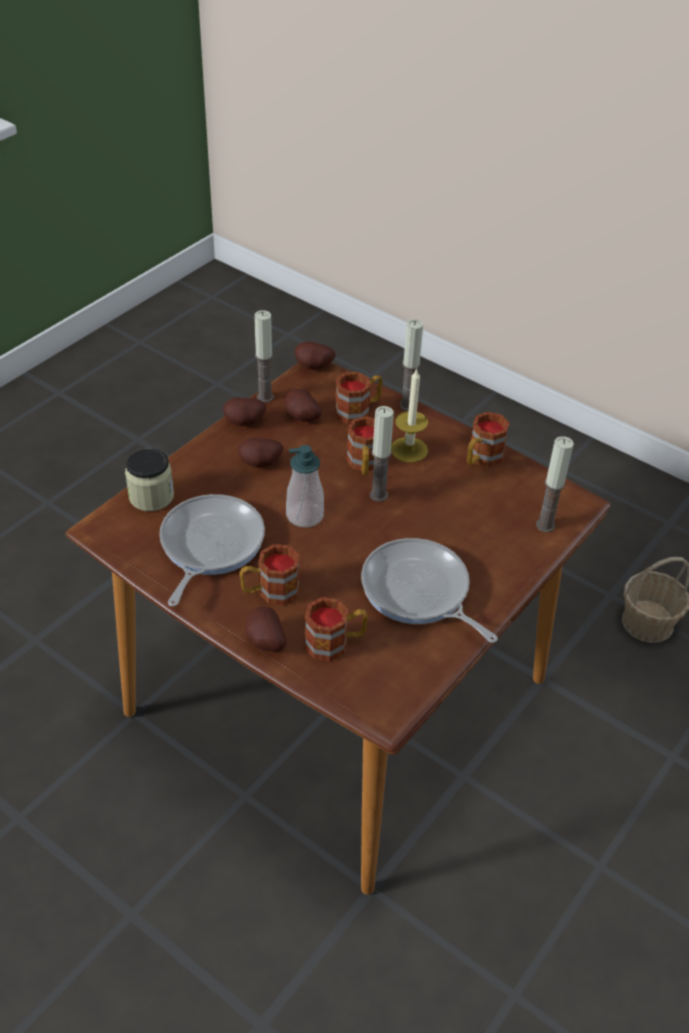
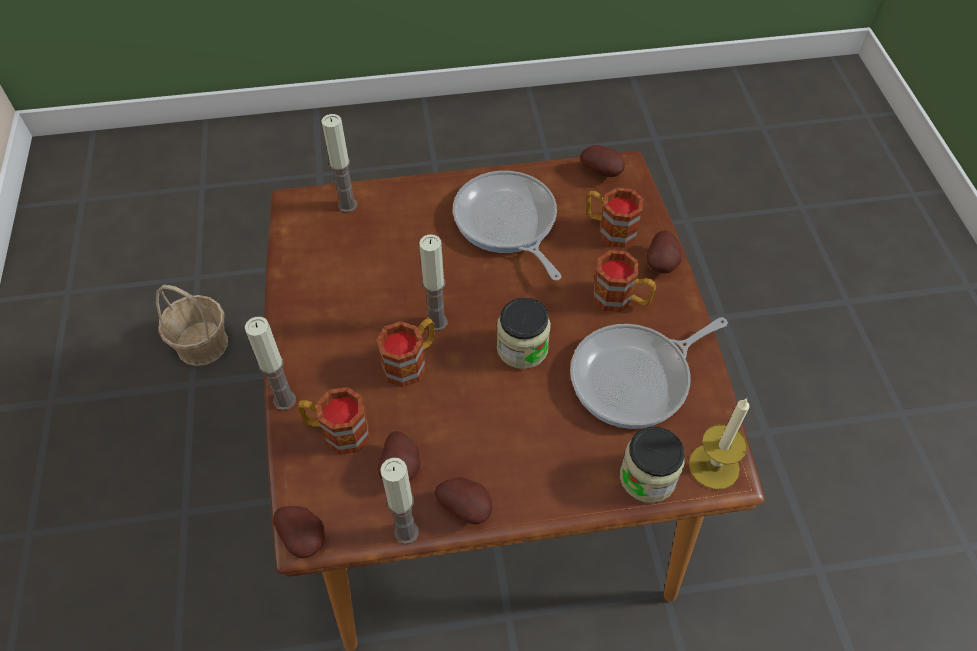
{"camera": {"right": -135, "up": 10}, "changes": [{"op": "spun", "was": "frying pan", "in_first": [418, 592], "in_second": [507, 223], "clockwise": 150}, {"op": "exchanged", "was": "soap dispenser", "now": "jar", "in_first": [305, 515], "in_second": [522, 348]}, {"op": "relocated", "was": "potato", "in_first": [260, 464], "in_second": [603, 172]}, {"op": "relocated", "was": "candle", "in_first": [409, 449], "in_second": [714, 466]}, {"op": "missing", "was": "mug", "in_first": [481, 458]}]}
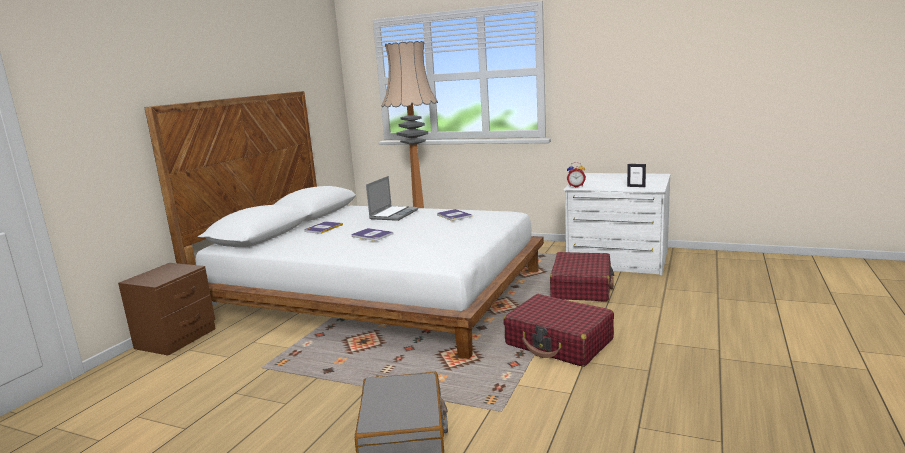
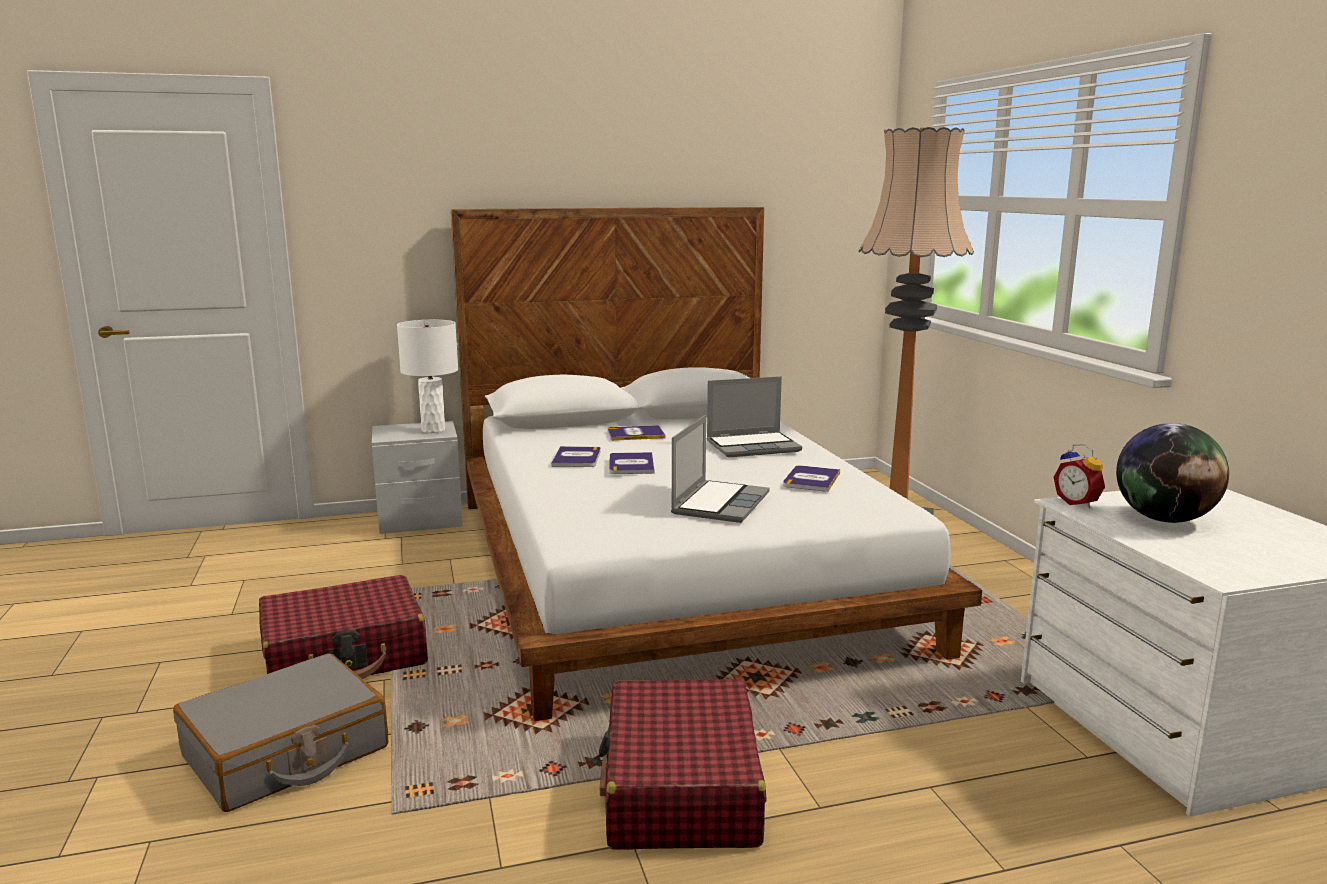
{"camera": {"right": 50, "up": 0}, "changes": [{"op": "relocated", "was": "suitcase (red)", "in_first": [581, 287], "in_second": [345, 655]}, {"op": "colour", "was": "nightstand (brown)", "now": "nightstand (grey)", "in_first": [176, 339], "in_second": [420, 520]}, {"op": "appeared", "now": "table lamp (white)", "in_second": [433, 430]}, {"op": "appeared", "now": "book", "in_second": [577, 458]}, {"op": "appeared", "now": "laptop", "in_second": [719, 503]}, {"op": "appeared", "now": "globe", "in_second": [1164, 519]}, {"op": "missing", "was": "picture frame", "in_first": [636, 186]}]}
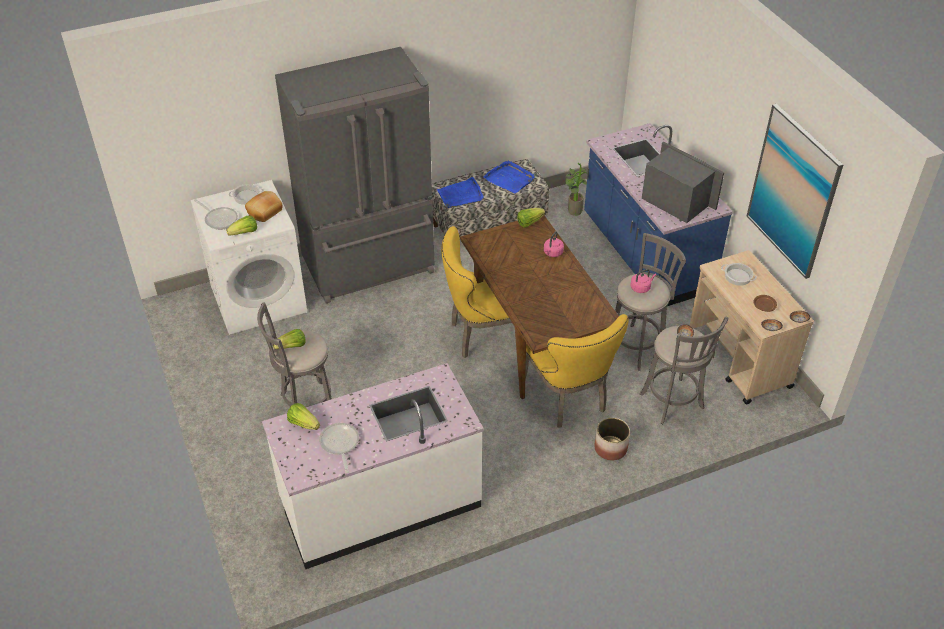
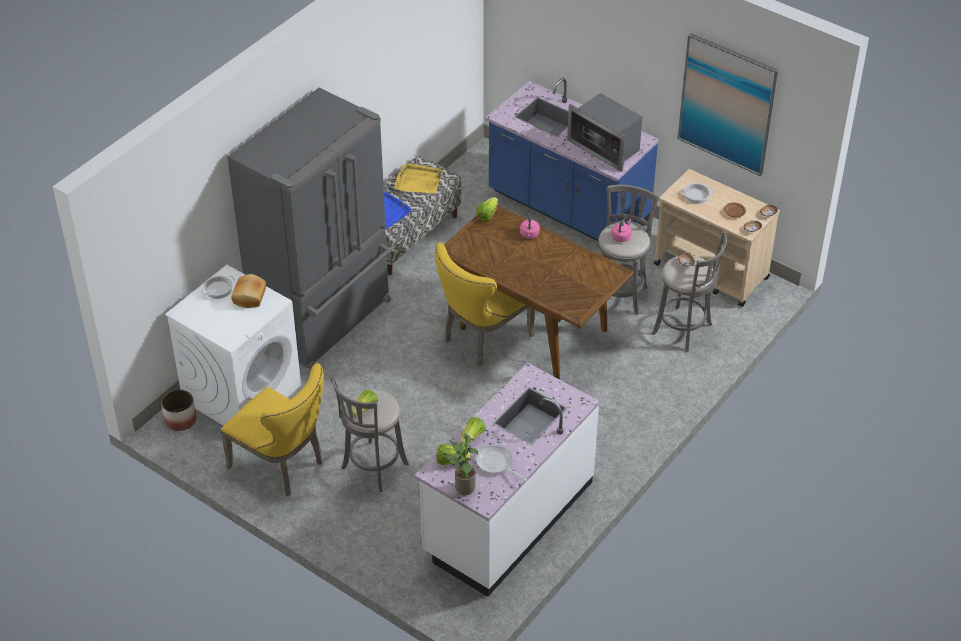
{"camera": {"right": -30, "up": 0}, "changes": [{"op": "relocated", "was": "planter", "in_first": [610, 448], "in_second": [180, 420]}, {"op": "relocated", "was": "chair (yellow)", "in_first": [568, 398], "in_second": [282, 465]}, {"op": "colour", "was": "tray (blue)", "now": "tray (yellow)", "in_first": [509, 179], "in_second": [418, 181]}, {"op": "relocated", "was": "potted plant", "in_first": [573, 210], "in_second": [462, 487]}, {"op": "relocated", "was": "lettuce", "in_first": [244, 233], "in_second": [472, 438]}, {"op": "spun", "was": "microwave", "in_first": [675, 201], "in_second": [606, 147], "clockwise": -150}, {"op": "missing", "was": "frying pan", "in_first": [219, 219]}]}
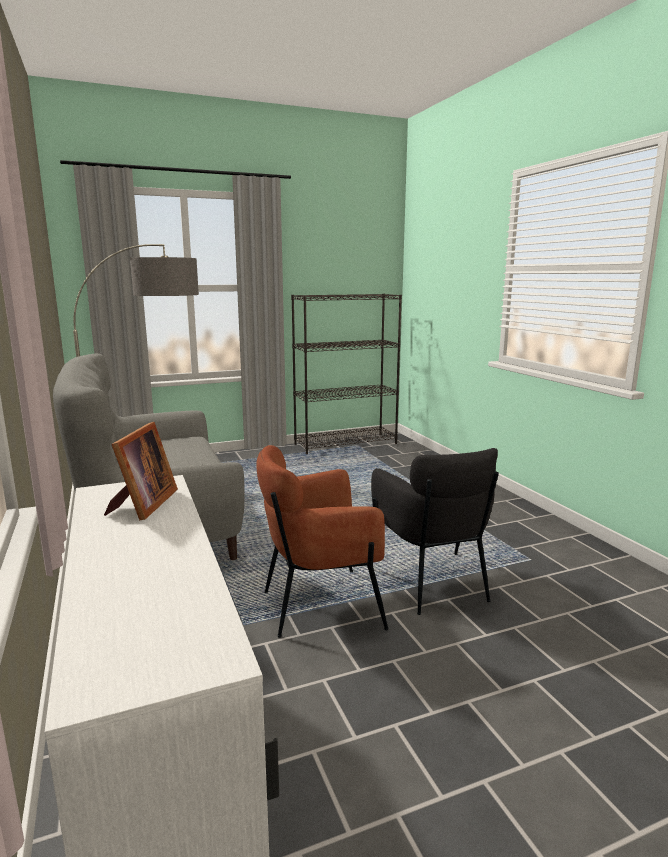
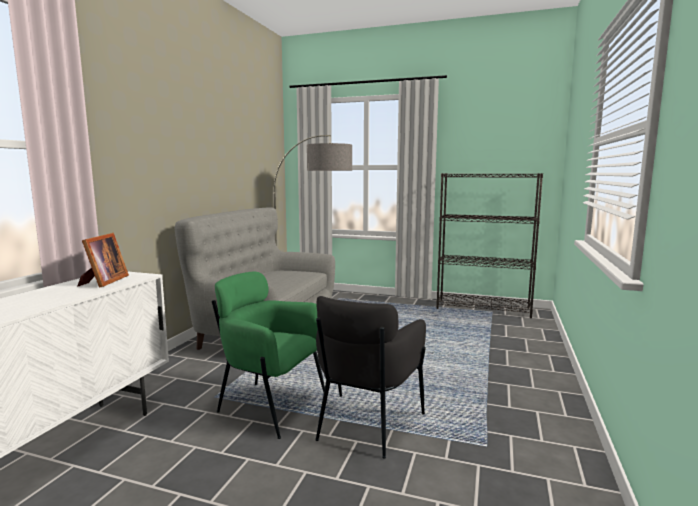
{"camera": {"right": 40, "up": -5}, "changes": [{"op": "spun", "was": "picture frame", "in_first": [142, 505], "in_second": [103, 282], "clockwise": -45}, {"op": "colour", "was": "armchair (brown)", "now": "armchair (green)", "in_first": [321, 605], "in_second": [270, 405]}]}
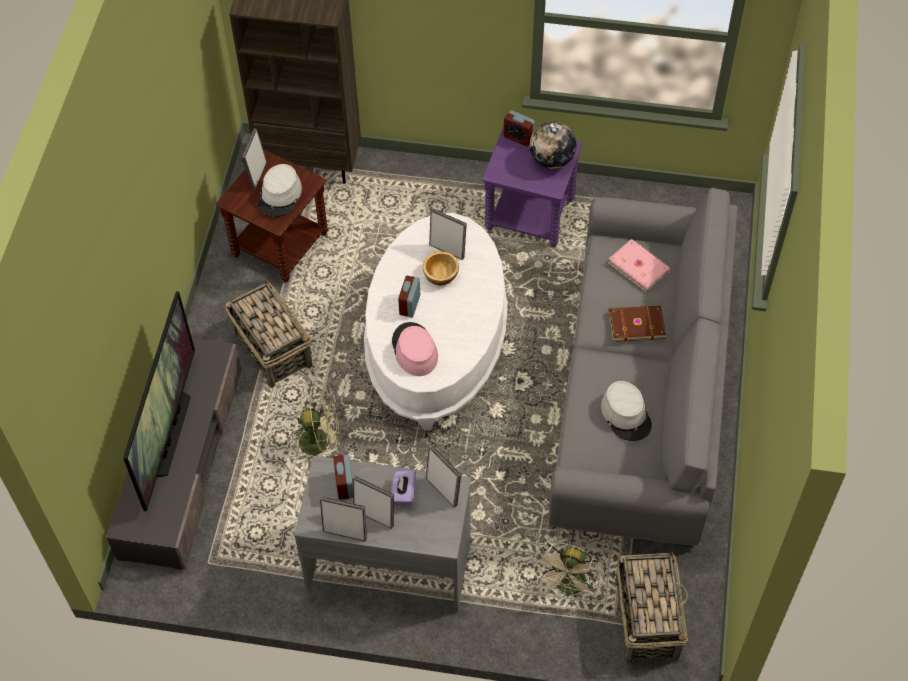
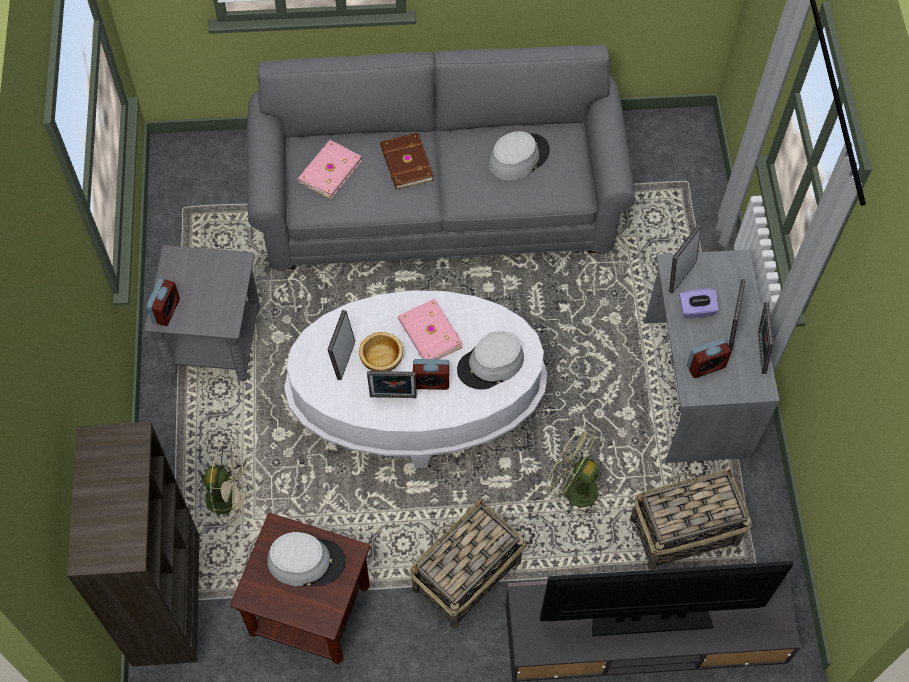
{"camera": {"right": -105, "up": 5}, "changes": [{"op": "colour", "was": "side table (purple)", "now": "side table (grey)", "in_first": [530, 214], "in_second": [214, 340]}, {"op": "relocated", "was": "fan (beige)", "in_first": [569, 587], "in_second": [231, 498]}, {"op": "relocated", "was": "picture frame", "in_first": [257, 175], "in_second": [393, 398]}, {"op": "appeared", "now": "book (pink)", "in_second": [429, 334]}, {"op": "colour", "was": "hat (pink)", "now": "hat (grey)", "in_first": [414, 350], "in_second": [490, 364]}, {"op": "spun", "was": "fan (green)", "in_first": [321, 440], "in_second": [573, 489], "clockwise": -45}, {"op": "relocated", "was": "basket", "in_first": [646, 619], "in_second": [682, 531]}, {"op": "missing", "was": "globe", "in_first": [551, 160]}]}
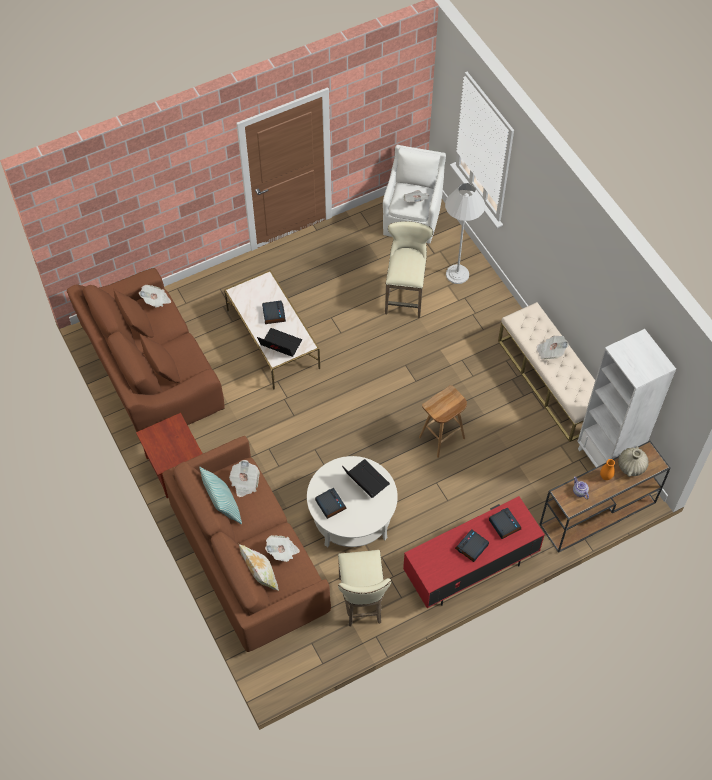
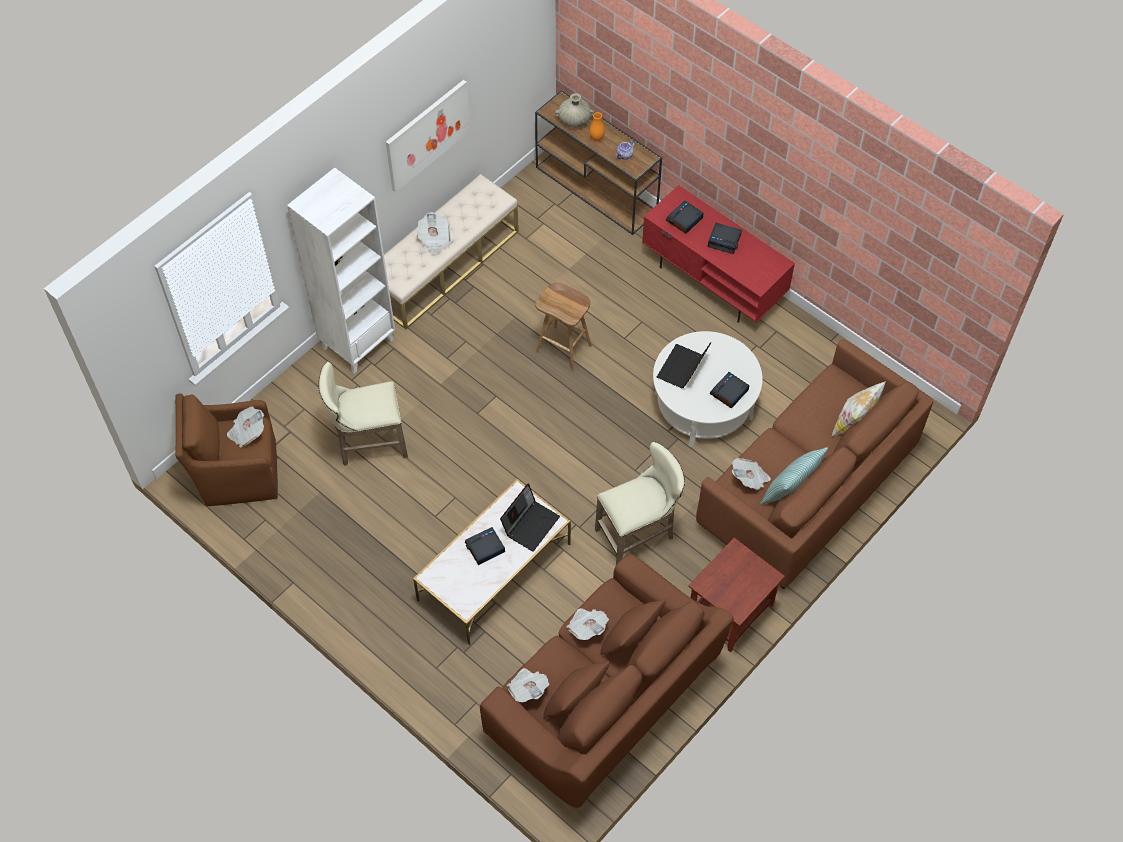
{"camera": {"right": -110, "up": 0}, "changes": [{"op": "colour", "was": "armchair (white)", "now": "armchair (brown)", "in_first": [412, 218], "in_second": [237, 473]}, {"op": "relocated", "was": "bookcase (white)", "in_first": [606, 459], "in_second": [358, 343]}, {"op": "appeared", "now": "picture", "in_second": [427, 135]}, {"op": "spun", "was": "laptop", "in_first": [279, 345], "in_second": [530, 524], "clockwise": -150}, {"op": "relocated", "was": "newspaper", "in_first": [282, 552], "in_second": [587, 627]}, {"op": "relocated", "was": "stool (beige)", "in_first": [361, 603], "in_second": [639, 534]}, {"op": "missing", "was": "floor lamp (white)", "in_first": [457, 274]}]}
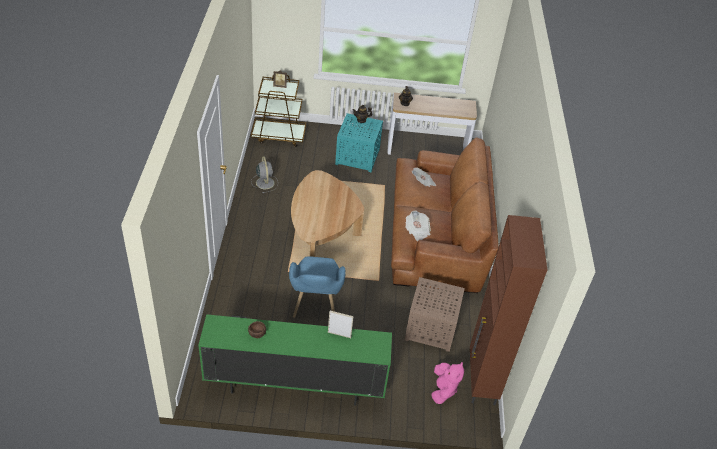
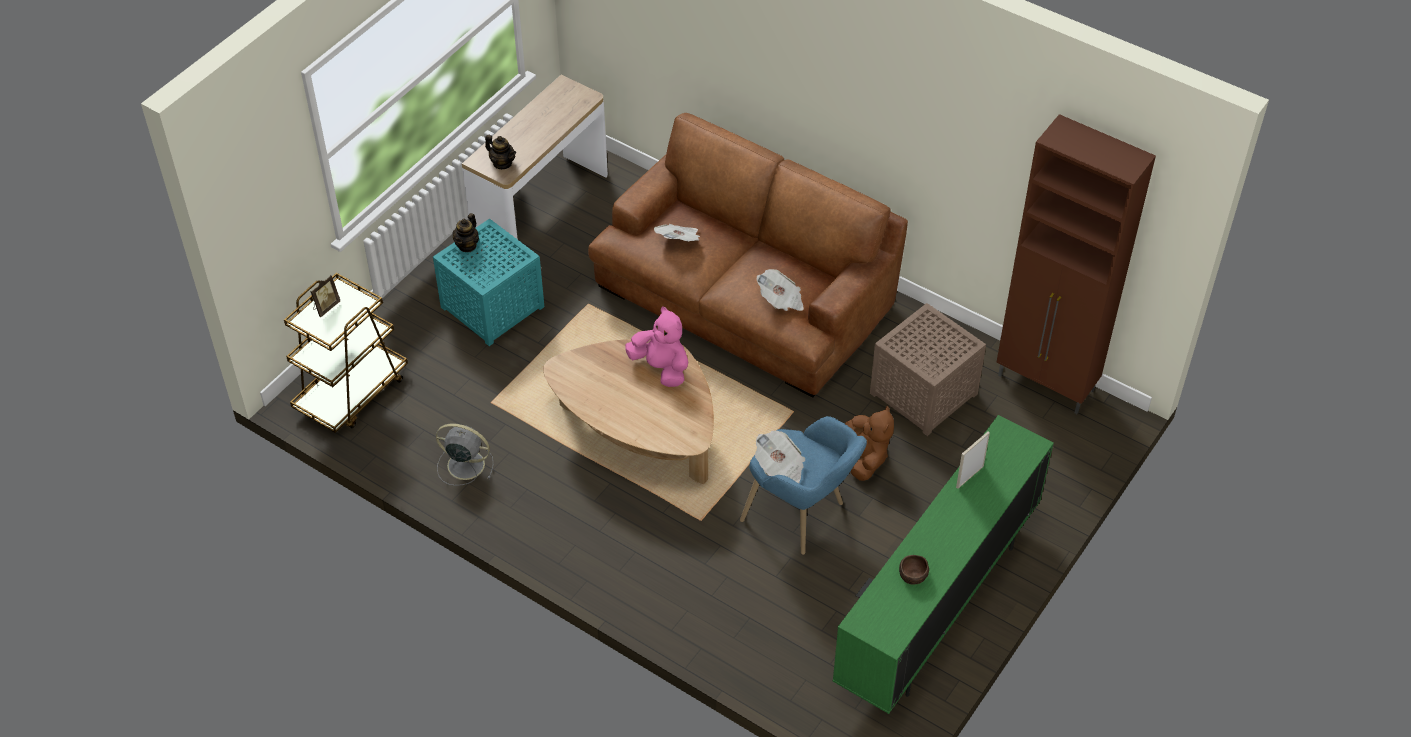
{"camera": {"right": -55, "up": 5}, "changes": [{"op": "relocated", "was": "plush toy (pink)", "in_first": [443, 390], "in_second": [661, 368]}, {"op": "appeared", "now": "newspaper", "in_second": [780, 466]}, {"op": "appeared", "now": "plush toy (brown)", "in_second": [866, 458]}]}
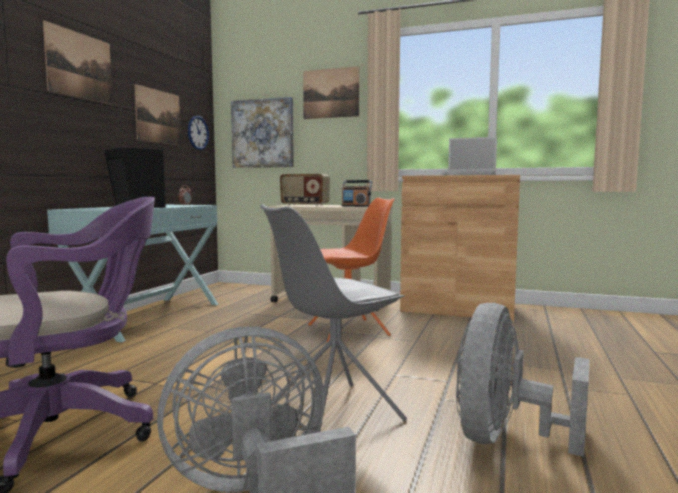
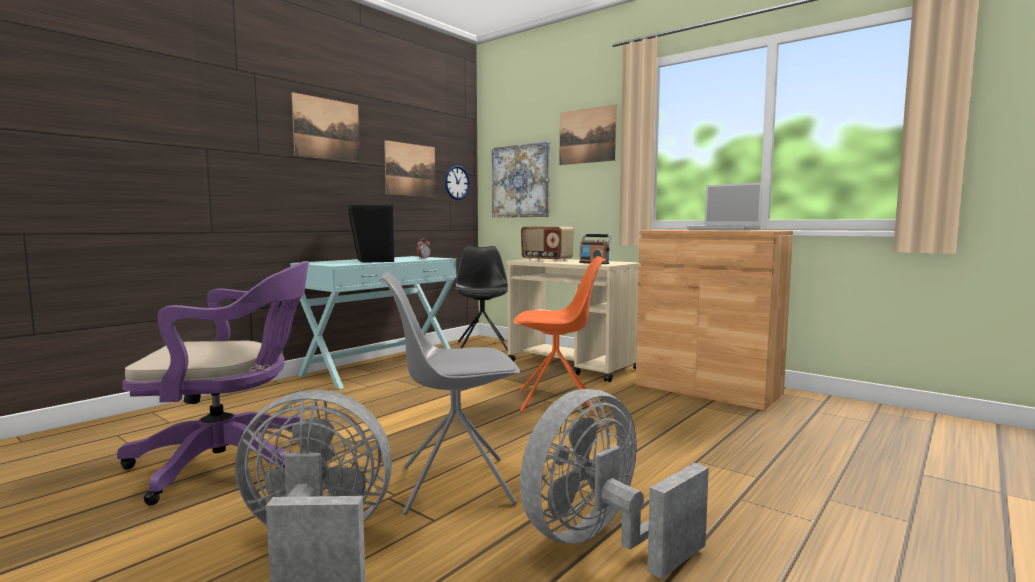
{"camera": {"right": 20, "up": 0}, "changes": [{"op": "appeared", "now": "chair (black)", "in_second": [482, 346]}]}
